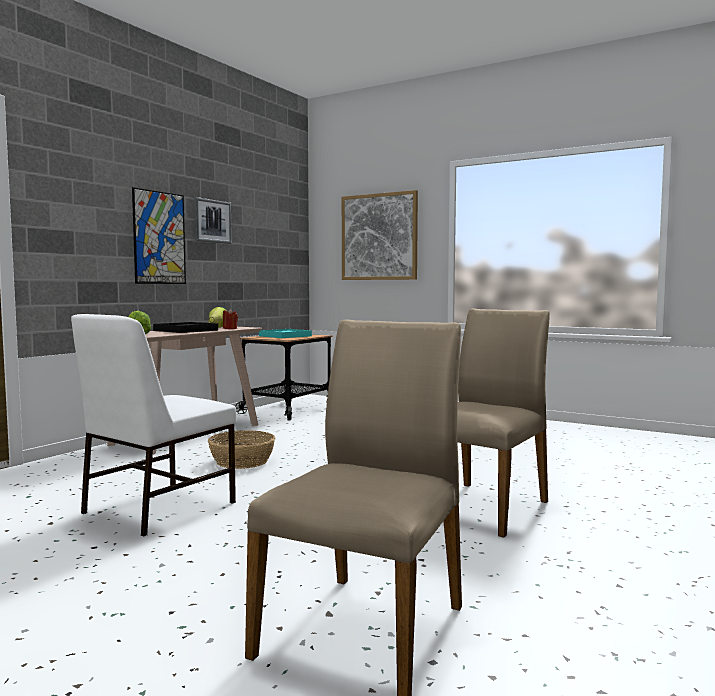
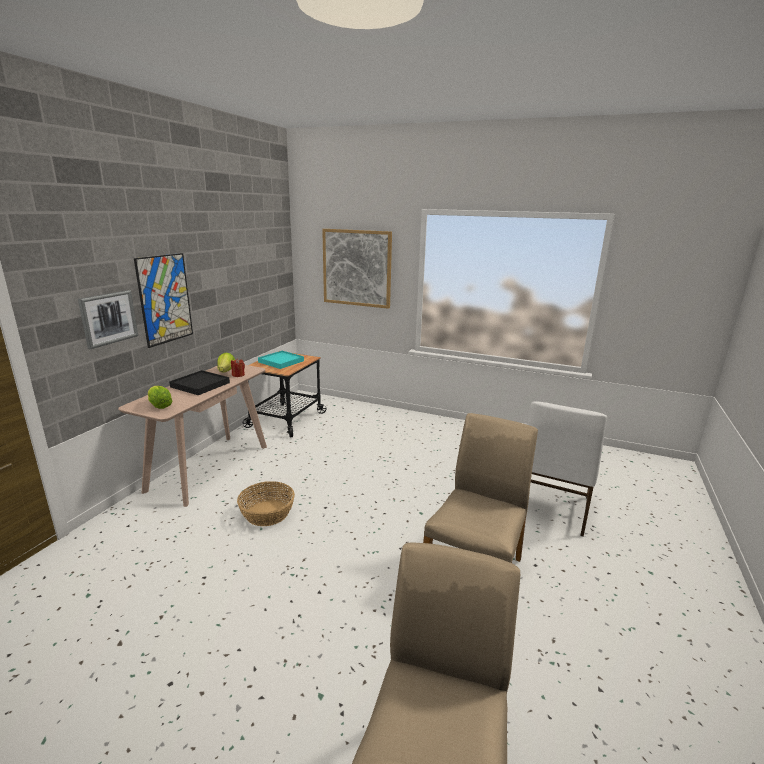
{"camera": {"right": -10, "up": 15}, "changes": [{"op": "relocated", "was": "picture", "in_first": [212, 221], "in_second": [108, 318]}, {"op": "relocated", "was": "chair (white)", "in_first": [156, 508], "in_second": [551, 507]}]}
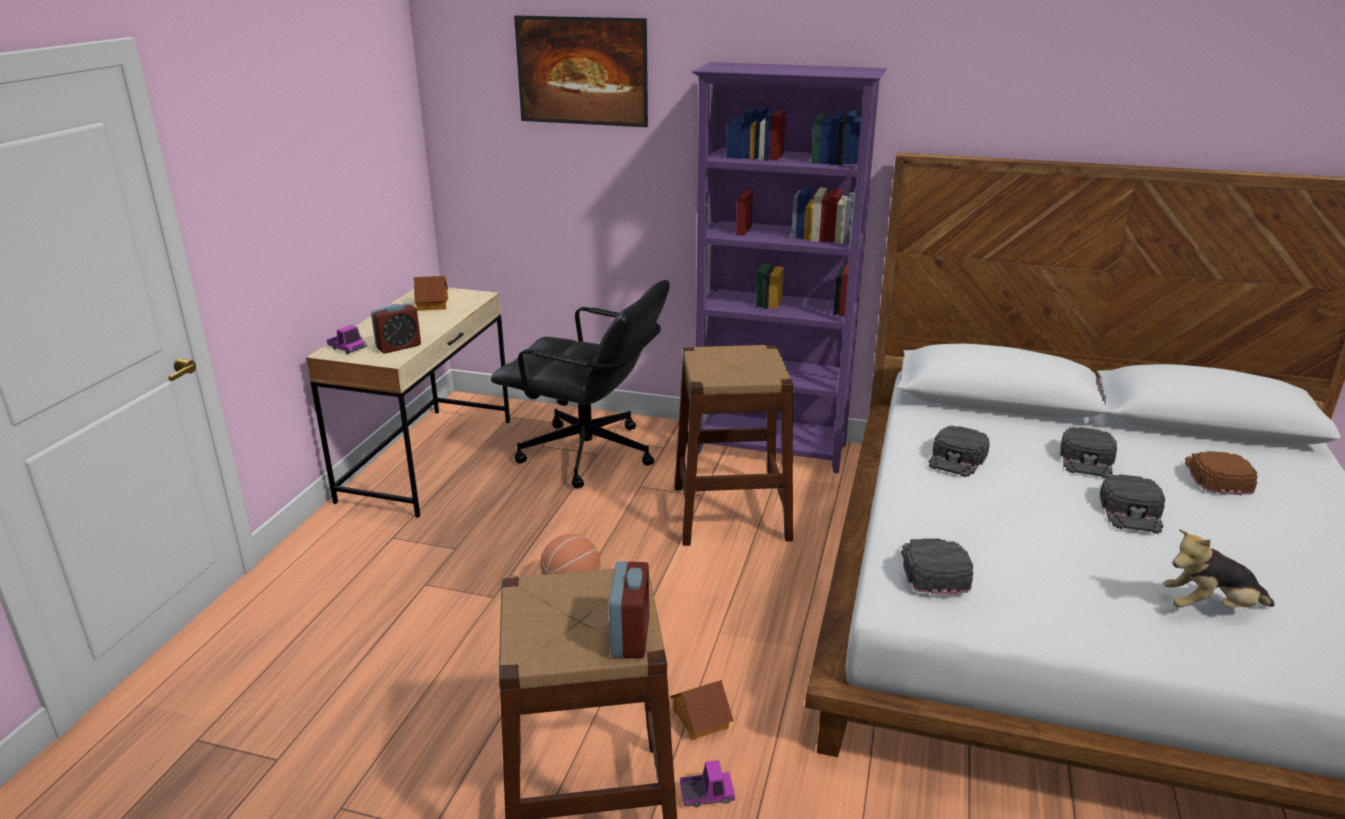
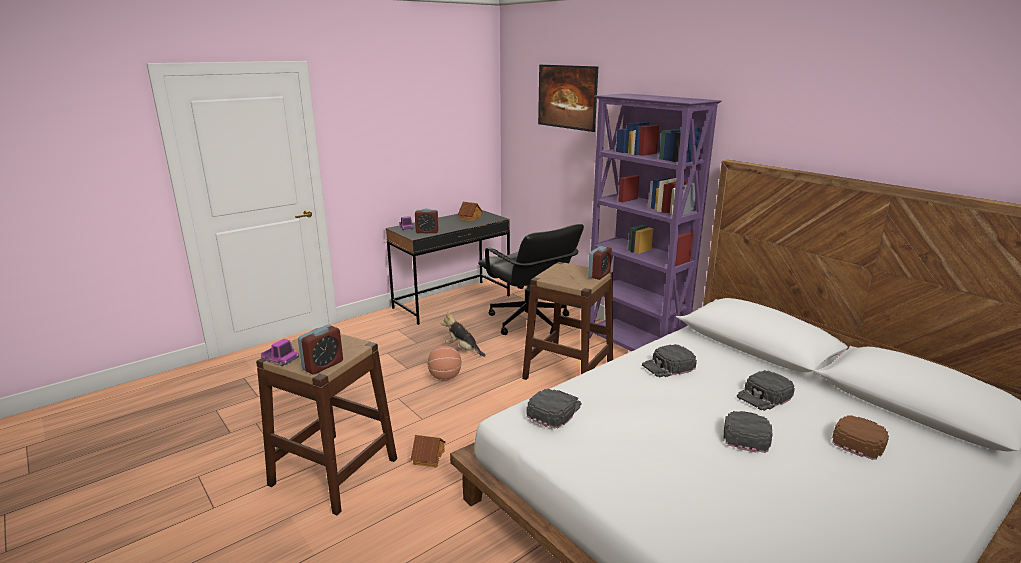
{"camera": {"right": 35, "up": -5}, "changes": [{"op": "relocated", "was": "toy truck", "in_first": [707, 794], "in_second": [280, 359]}, {"op": "colour", "was": "desk (beige)", "now": "desk (black)", "in_first": [428, 459], "in_second": [452, 302]}, {"op": "relocated", "was": "plush toy", "in_first": [1210, 608], "in_second": [463, 350]}, {"op": "appeared", "now": "alarm clock", "in_second": [599, 275]}, {"op": "spun", "was": "cap (black)", "in_first": [1132, 511], "in_second": [745, 433], "clockwise": 150}]}
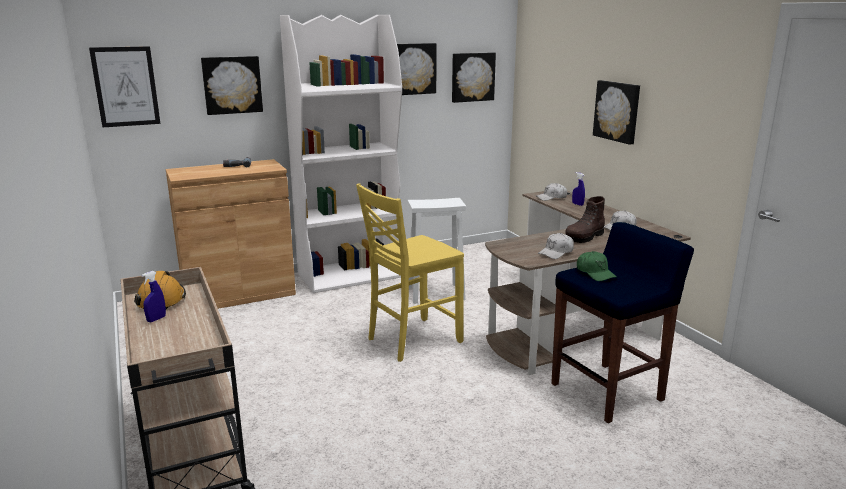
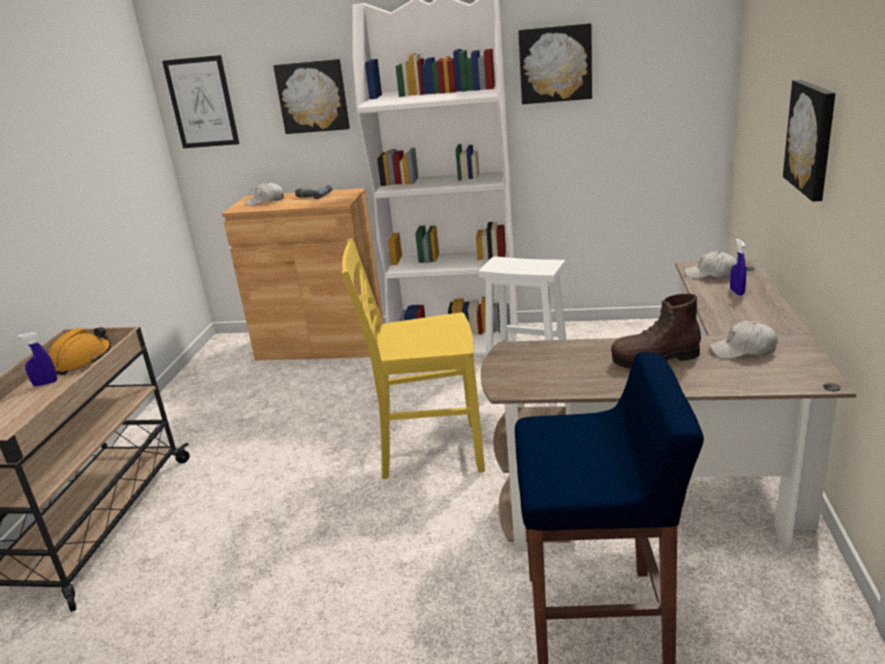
{"camera": {"right": 35, "up": 5}, "changes": [{"op": "relocated", "was": "cap (white)", "in_first": [556, 252], "in_second": [266, 201]}, {"op": "missing", "was": "picture", "in_first": [472, 77]}, {"op": "missing", "was": "cap (green)", "in_first": [595, 273]}]}
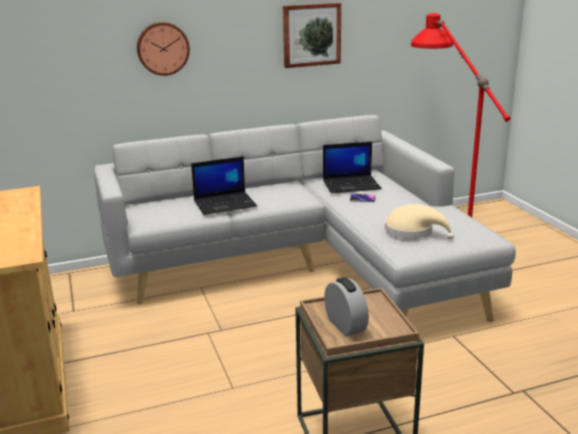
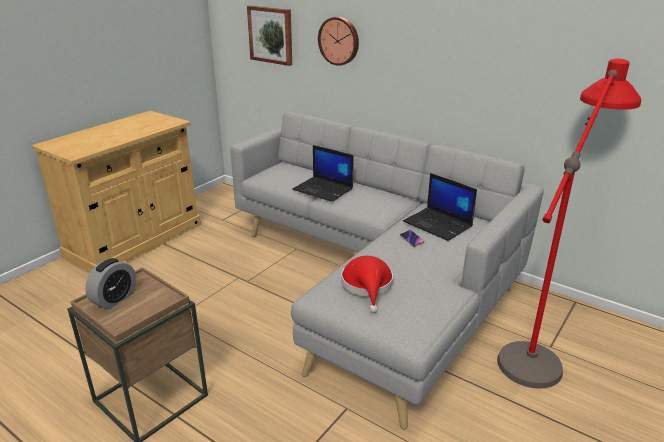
{"camera": {"right": 55, "up": 5}, "changes": [{"op": "relocated", "was": "picture", "in_first": [311, 35], "in_second": [271, 35]}, {"op": "colour", "was": "hat (beige)", "now": "hat (red)", "in_first": [413, 231], "in_second": [367, 286]}]}
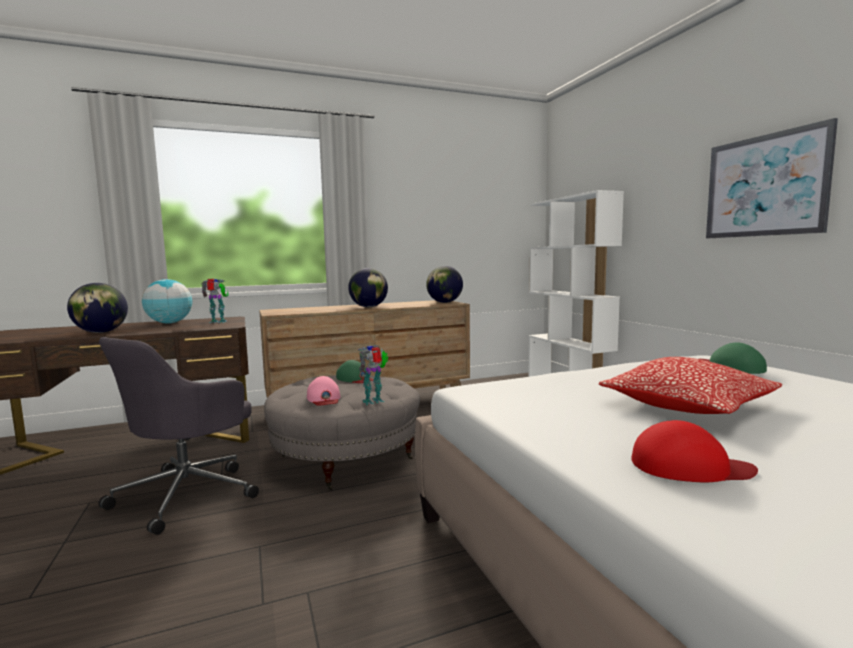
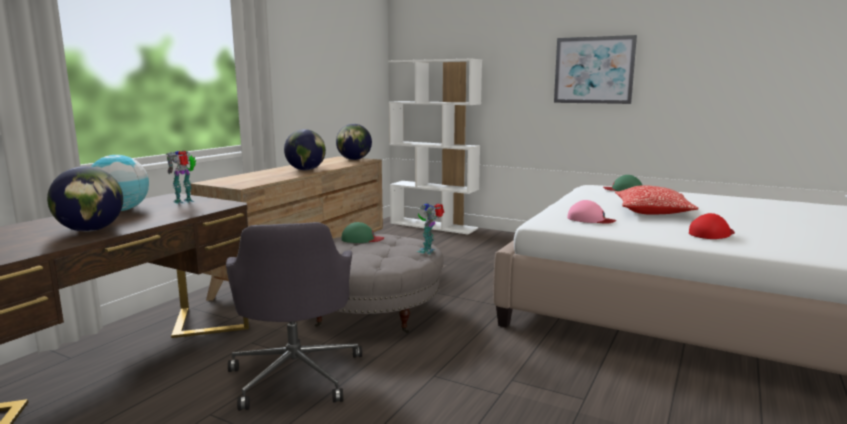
{"camera": {"right": -40, "up": 5}, "changes": [{"op": "relocated", "was": "cap (pink)", "in_first": [324, 398], "in_second": [590, 219]}]}
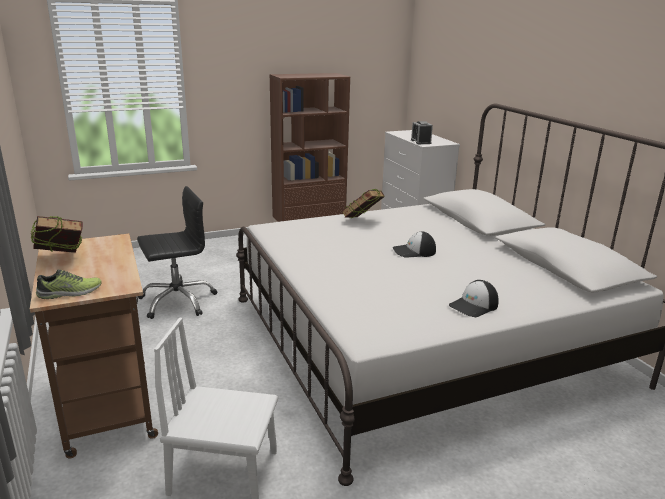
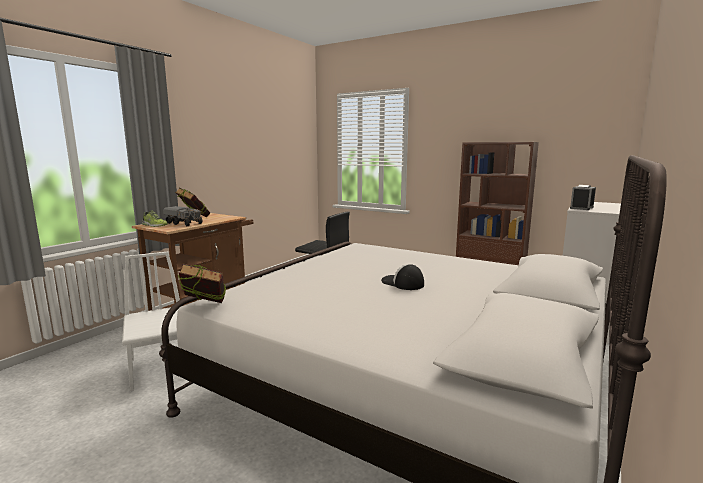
{"camera": {"right": 55, "up": -10}, "changes": [{"op": "appeared", "now": "toy truck", "in_second": [184, 223]}, {"op": "relocated", "was": "book", "in_first": [362, 221], "in_second": [205, 309]}, {"op": "missing", "was": "cap", "in_first": [474, 306]}]}
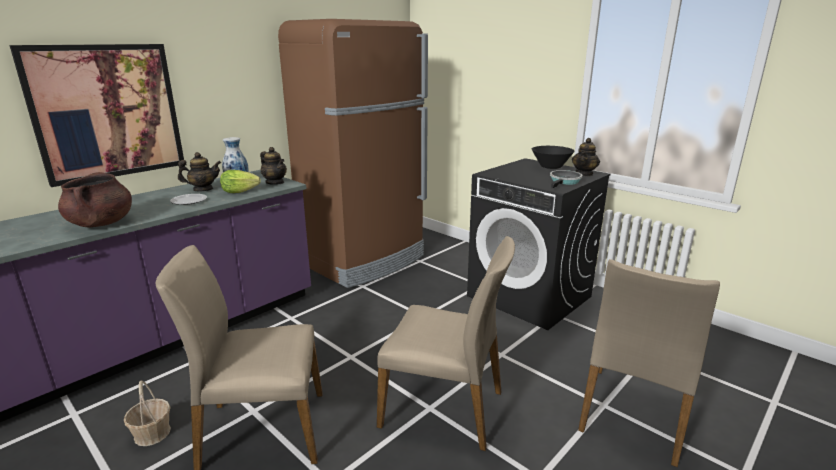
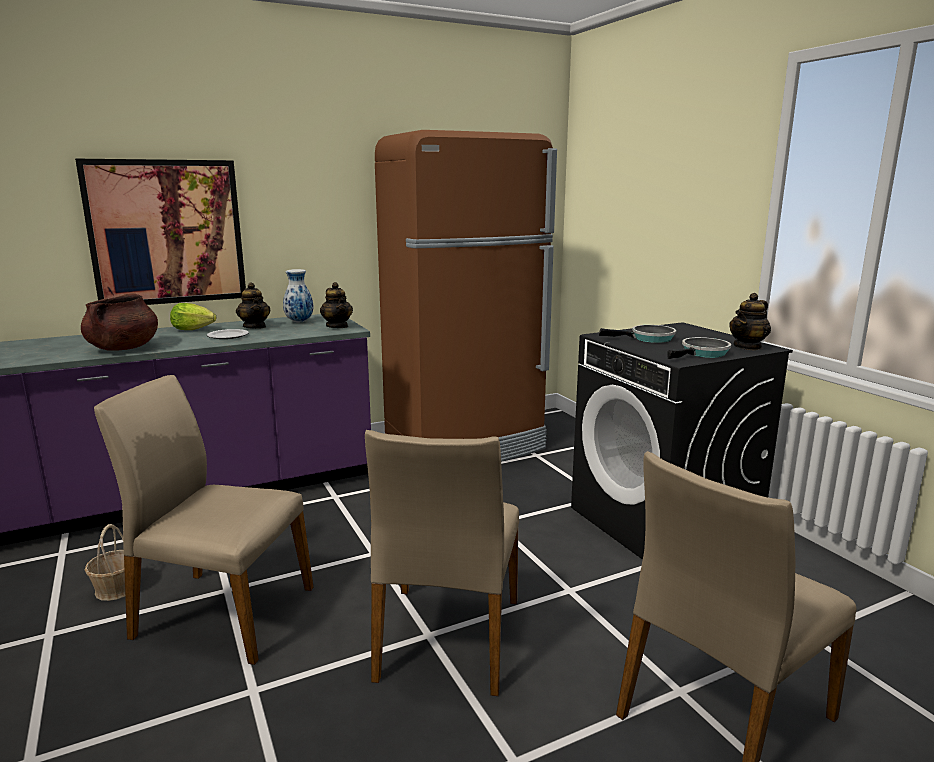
{"camera": {"right": 20, "up": -5}, "changes": [{"op": "relocated", "was": "lettuce", "in_first": [239, 192], "in_second": [192, 329]}, {"op": "spun", "was": "teapot", "in_first": [203, 189], "in_second": [255, 327], "clockwise": 60}, {"op": "spun", "was": "chair (beige)", "in_first": [444, 407], "in_second": [447, 639], "clockwise": 60}, {"op": "appeared", "now": "frying pan", "in_second": [648, 338]}, {"op": "missing", "was": "bowl (black)", "in_first": [550, 167]}]}
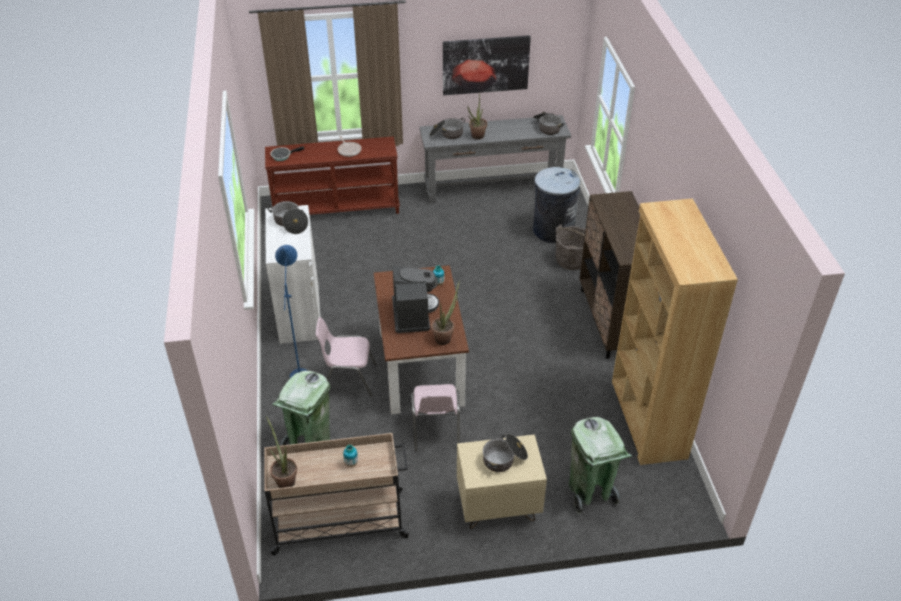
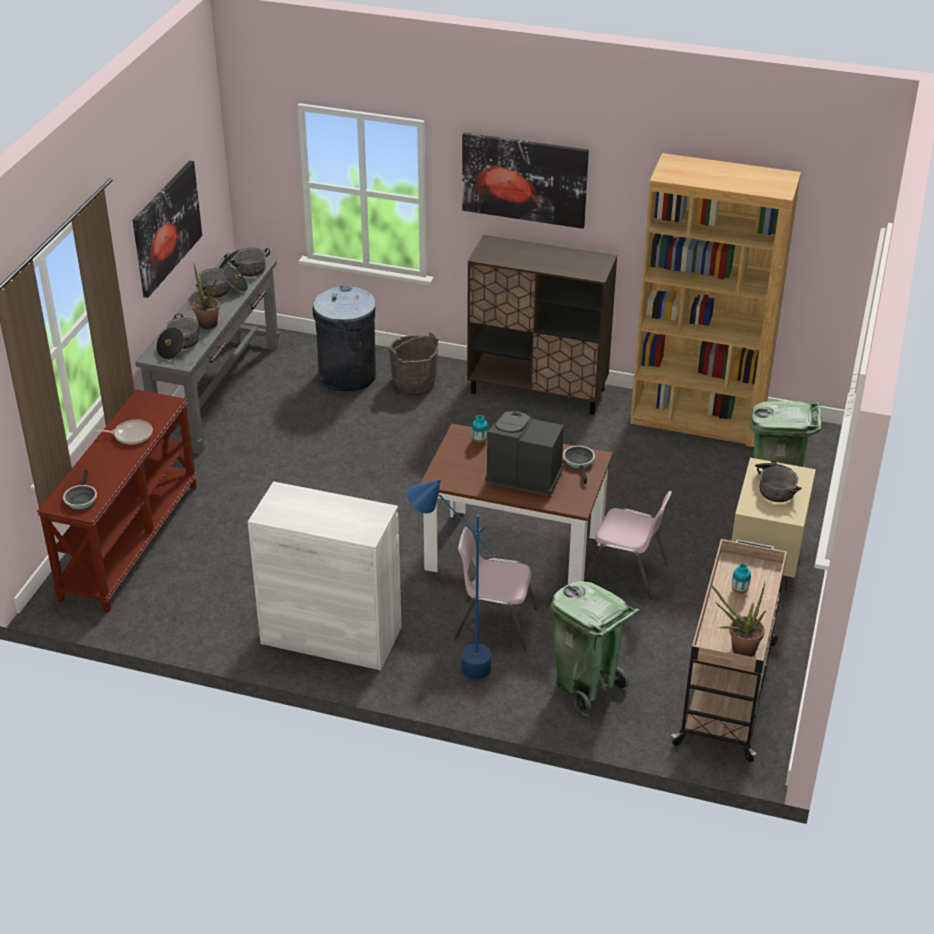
{"camera": {"right": -65, "up": -5}, "changes": [{"op": "relocated", "was": "cooking pot", "in_first": [290, 223], "in_second": [222, 290]}, {"op": "spun", "was": "chair (pink)", "in_first": [348, 379], "in_second": [494, 623], "clockwise": 75}, {"op": "appeared", "now": "picture", "in_second": [524, 179]}, {"op": "exchanged", "was": "potted plant", "now": "frying pan", "in_first": [445, 337], "in_second": [579, 462]}]}
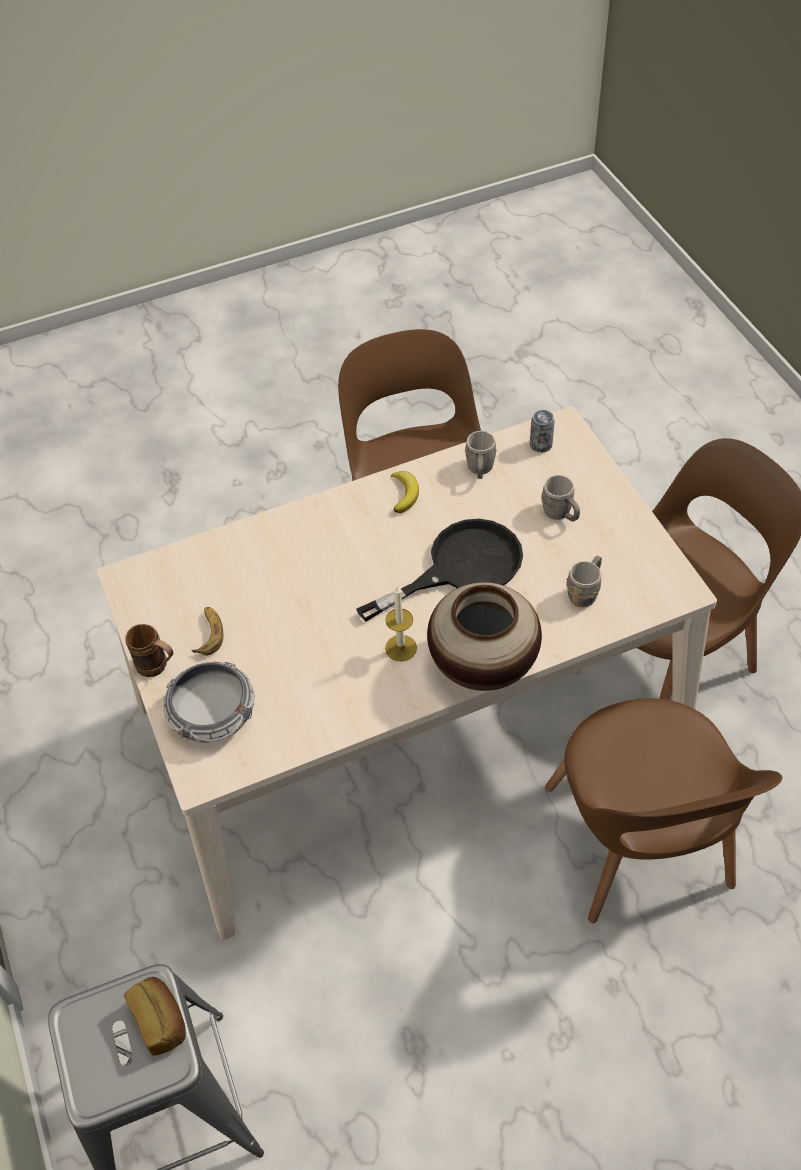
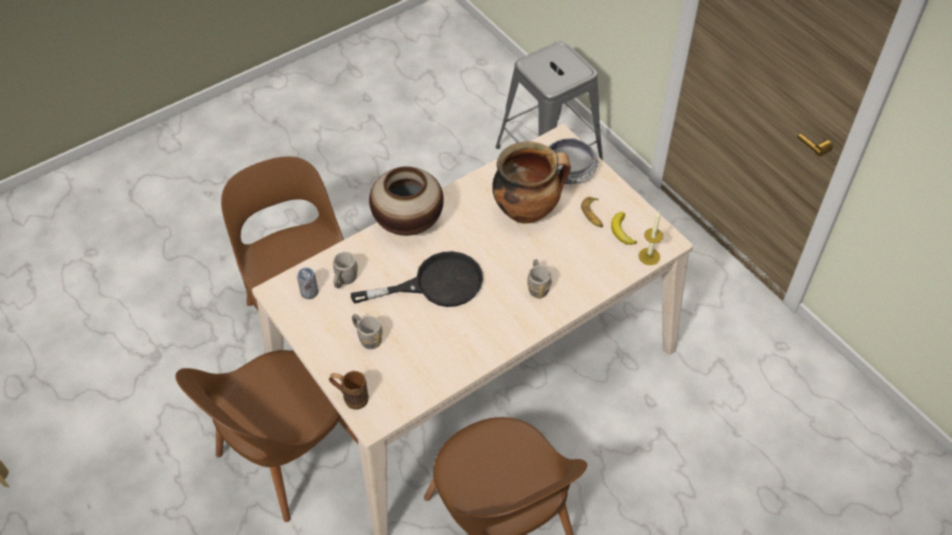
{"camera": {"right": 165, "up": 0}, "changes": [{"op": "relocated", "was": "can", "in_first": [541, 445], "in_second": [309, 292]}, {"op": "relocated", "was": "mug (brown)", "in_first": [158, 667], "in_second": [350, 398]}, {"op": "spun", "was": "frying pan (black)", "in_first": [460, 568], "in_second": [436, 284], "clockwise": -150}, {"op": "appeared", "now": "cooking pot", "in_second": [527, 210]}, {"op": "relocated", "was": "mug (grey)", "in_first": [480, 470], "in_second": [537, 286]}, {"op": "relocated", "was": "banana", "in_first": [404, 493], "in_second": [622, 231]}, {"op": "relocated", "was": "candle", "in_first": [401, 648], "in_second": [649, 256]}, {"op": "missing", "was": "bread", "in_first": [161, 1020]}]}
